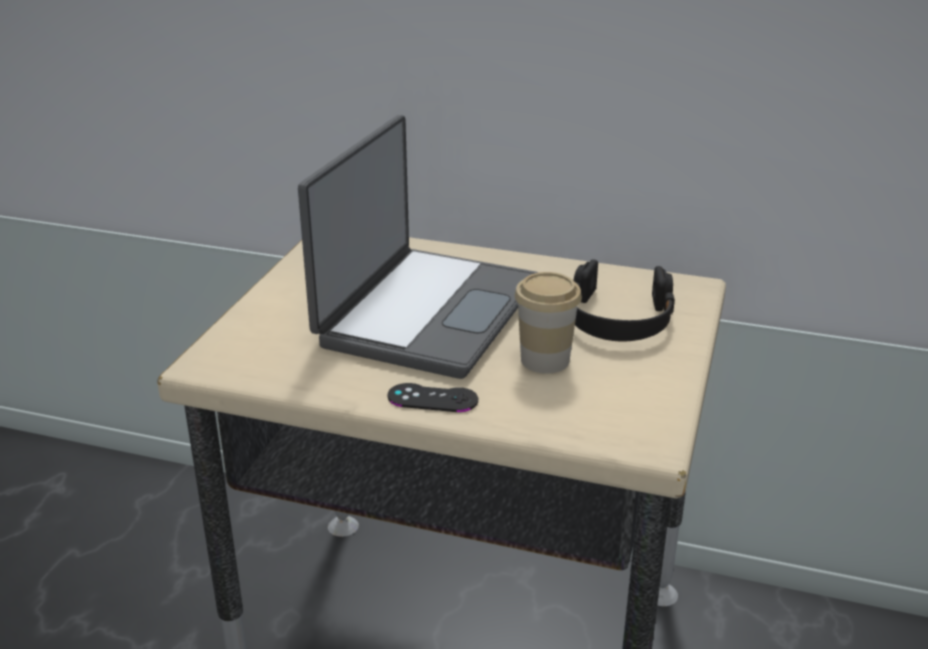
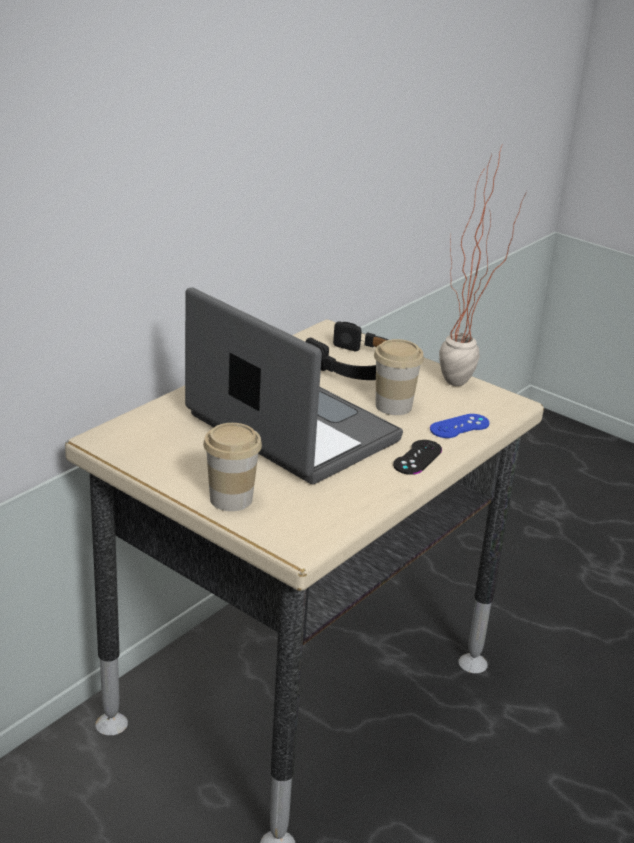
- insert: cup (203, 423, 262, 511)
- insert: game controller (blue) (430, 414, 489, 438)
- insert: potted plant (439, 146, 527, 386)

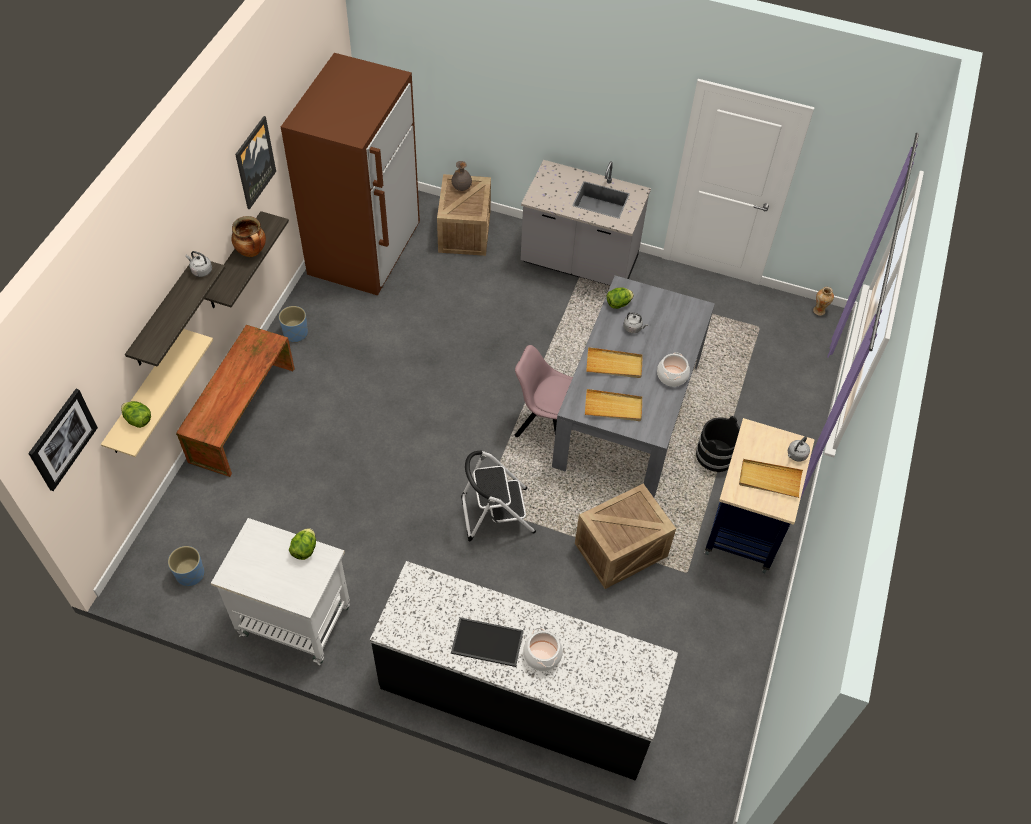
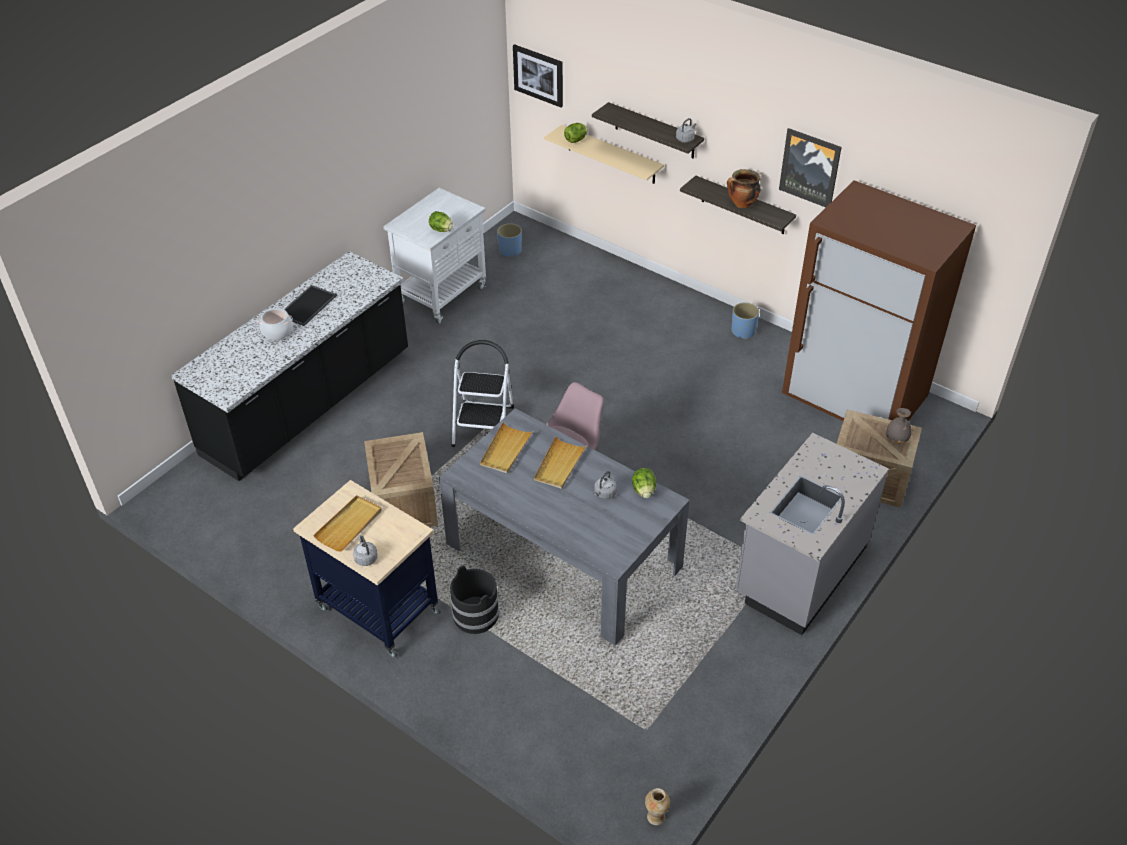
- delete: bench (brown) (176, 325, 295, 477)
- delete: cooking pot (657, 352, 690, 387)

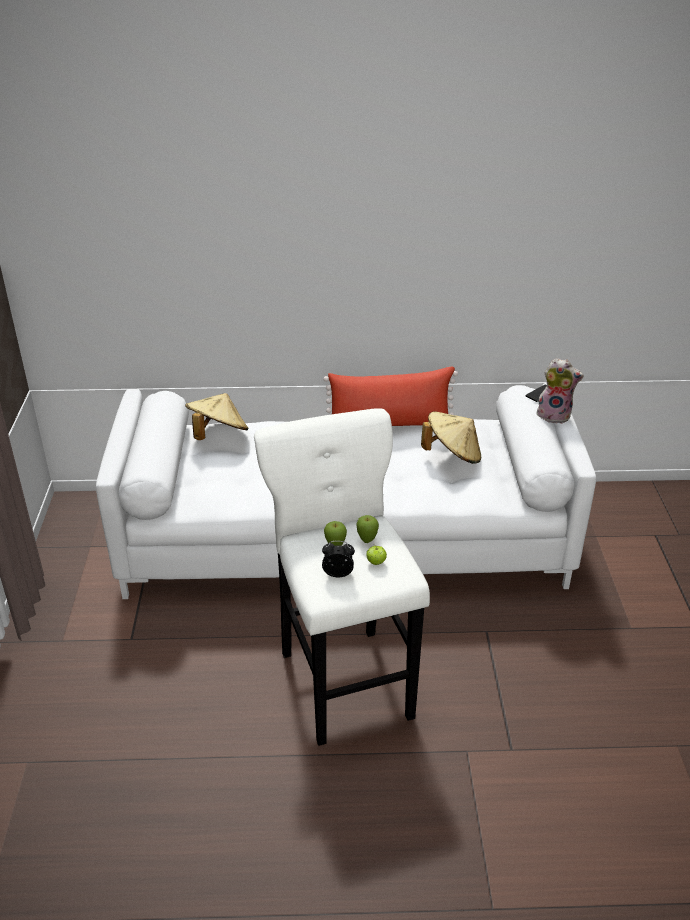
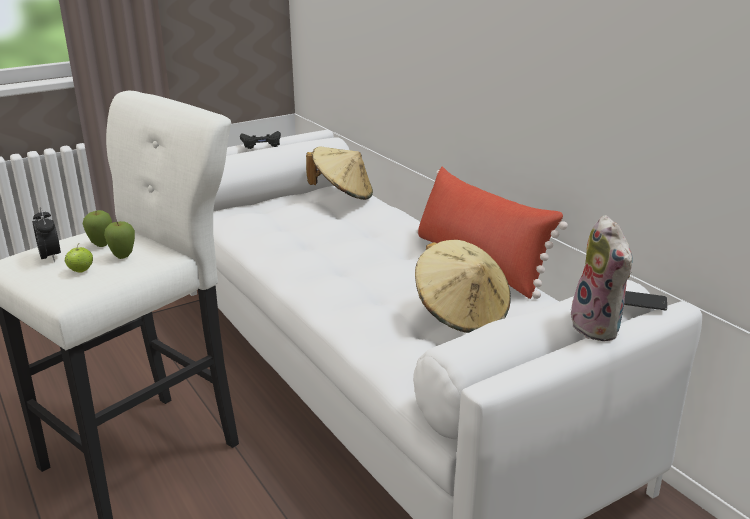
- insert: game controller (black) (240, 131, 281, 149)

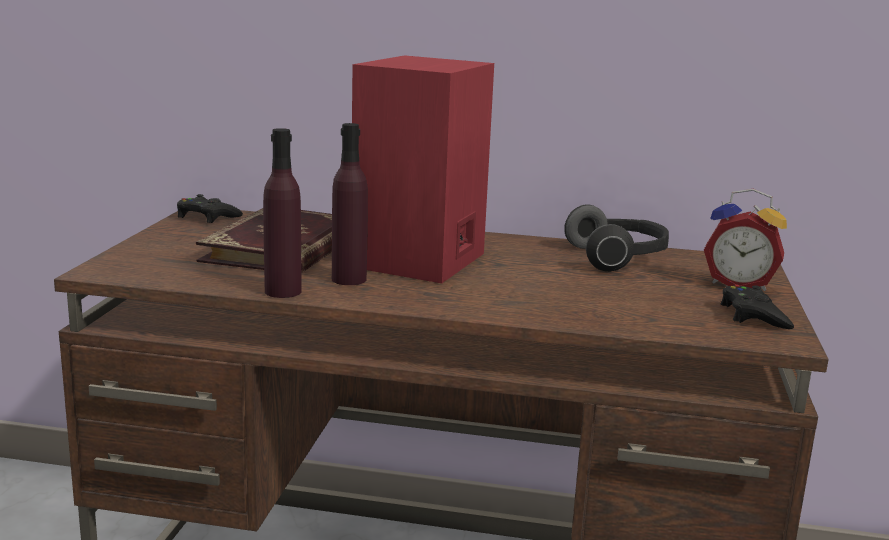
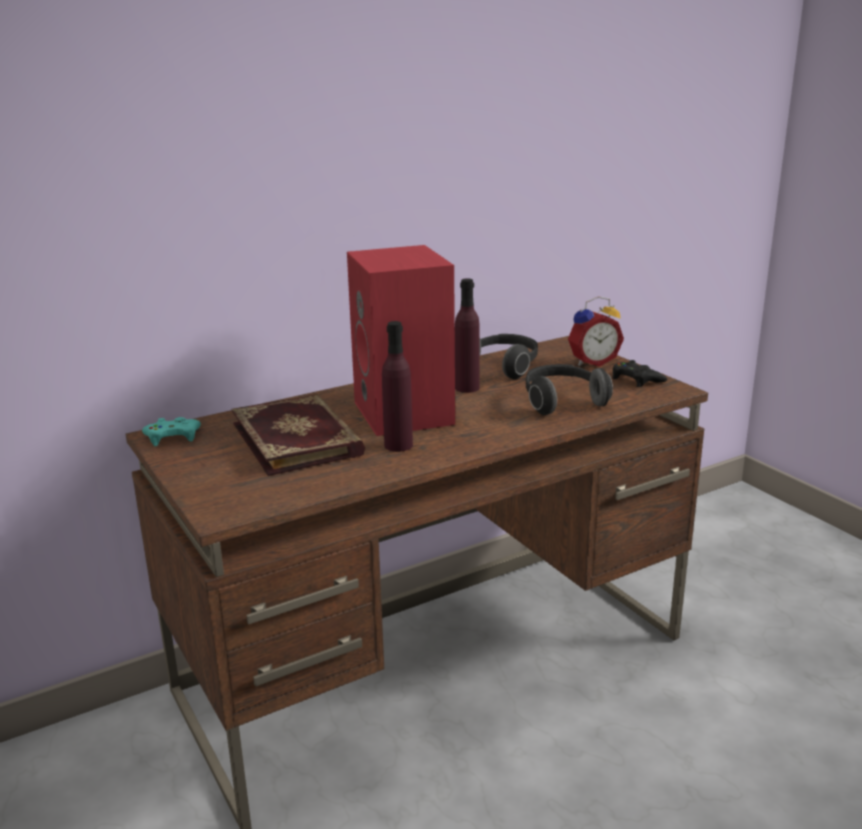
- recolor: game controller (black) (177, 194, 243, 223) to game controller (turquoise) (142, 417, 201, 446)
- move: bottle (purple) (263, 128, 302, 298) to (455, 278, 480, 393)
- insert: headphones (526, 364, 613, 415)

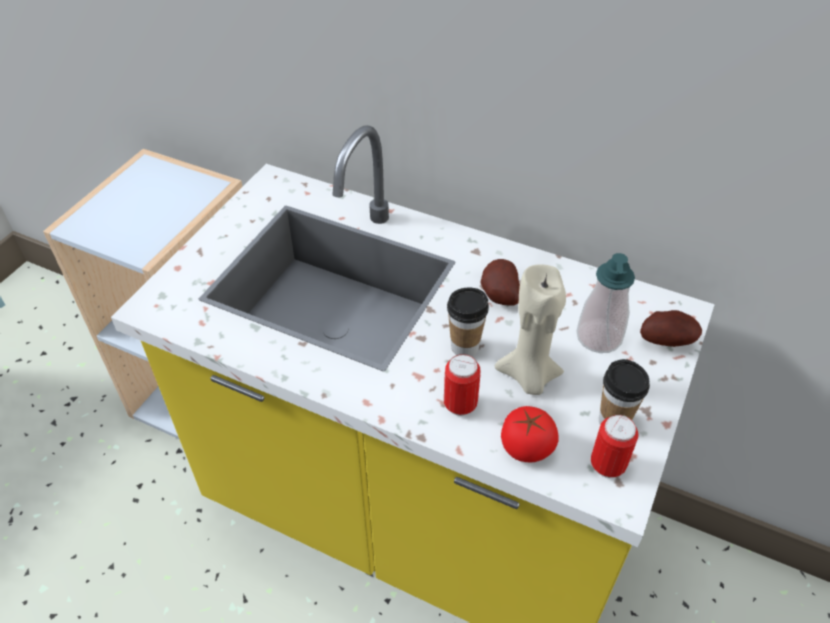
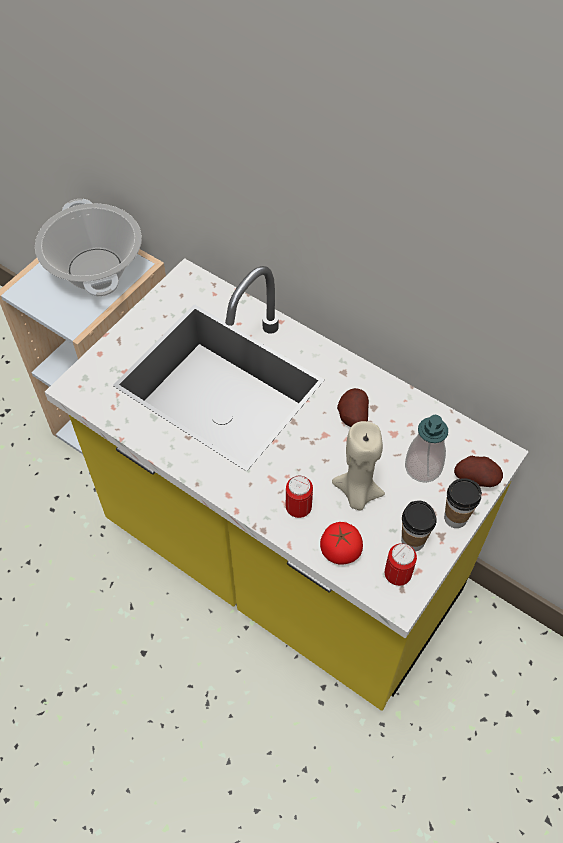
- insert: cooking pot (35, 199, 142, 297)
- move: cup (447, 288, 489, 357) to (444, 478, 482, 528)

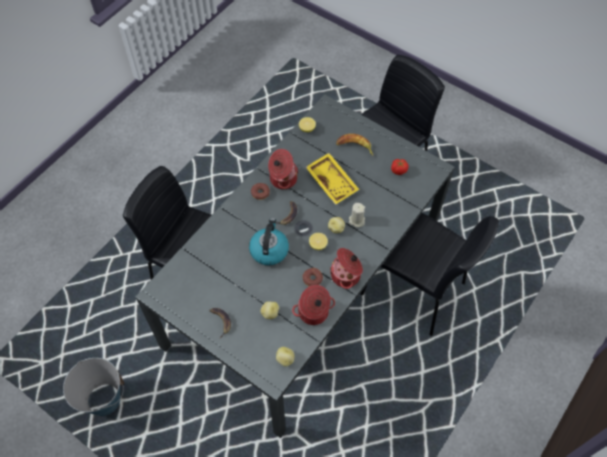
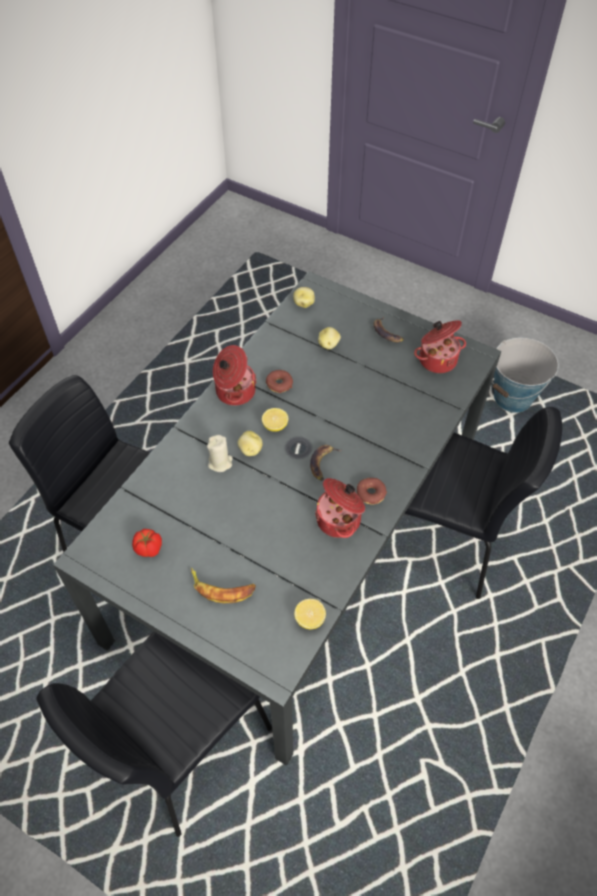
- move: cooking pot (292, 285, 335, 325) to (414, 320, 466, 373)
- delete: kettle (249, 218, 289, 265)
- delete: tray (yellow) (306, 153, 359, 205)

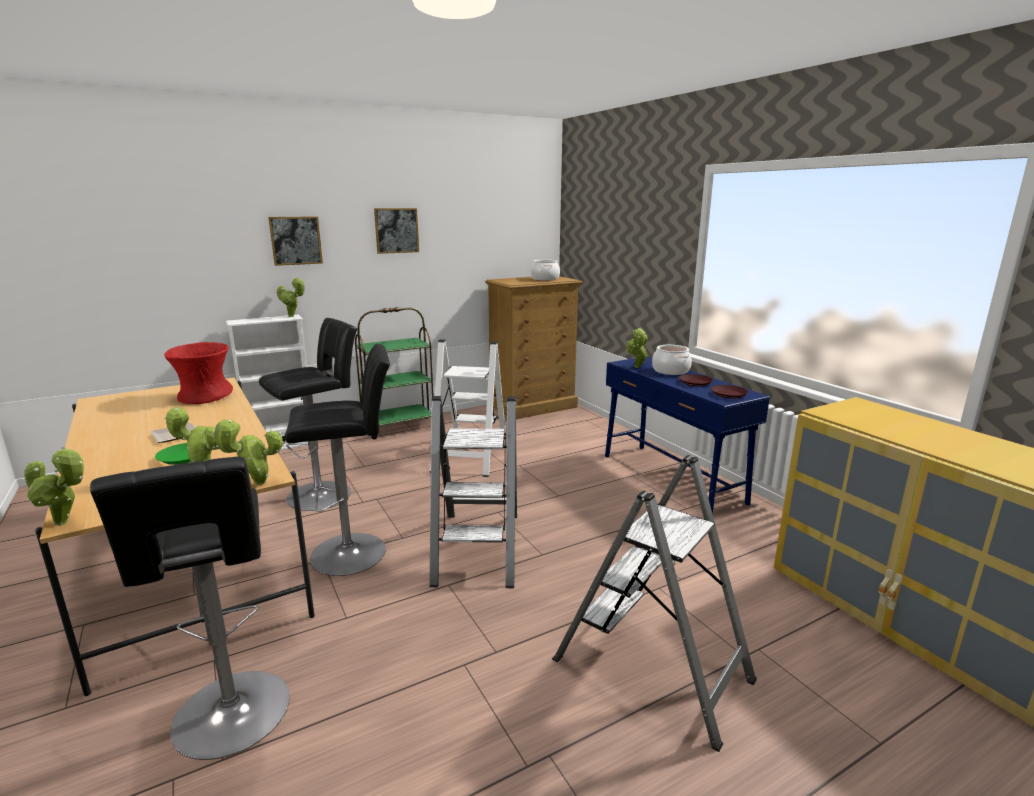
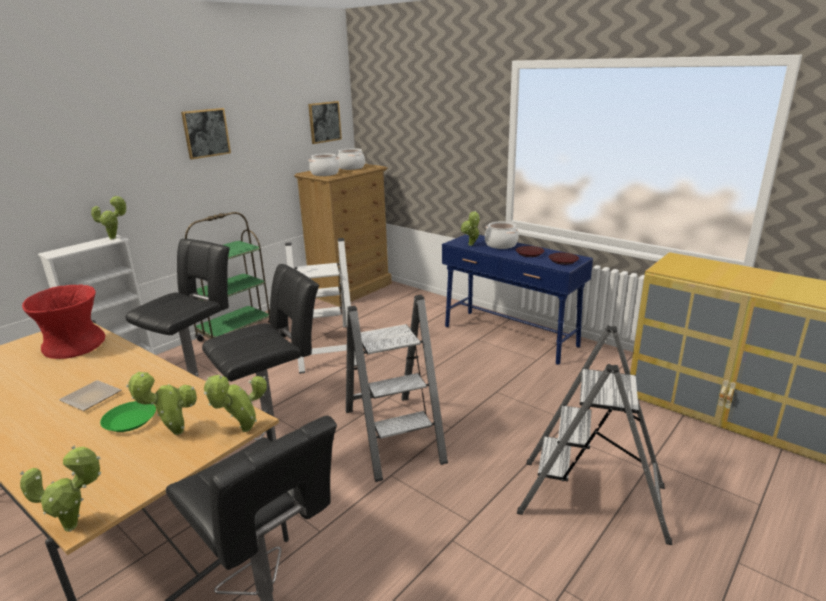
- move: picture (268, 216, 323, 266) to (308, 101, 342, 144)
- insert: cooking pot (308, 154, 340, 176)

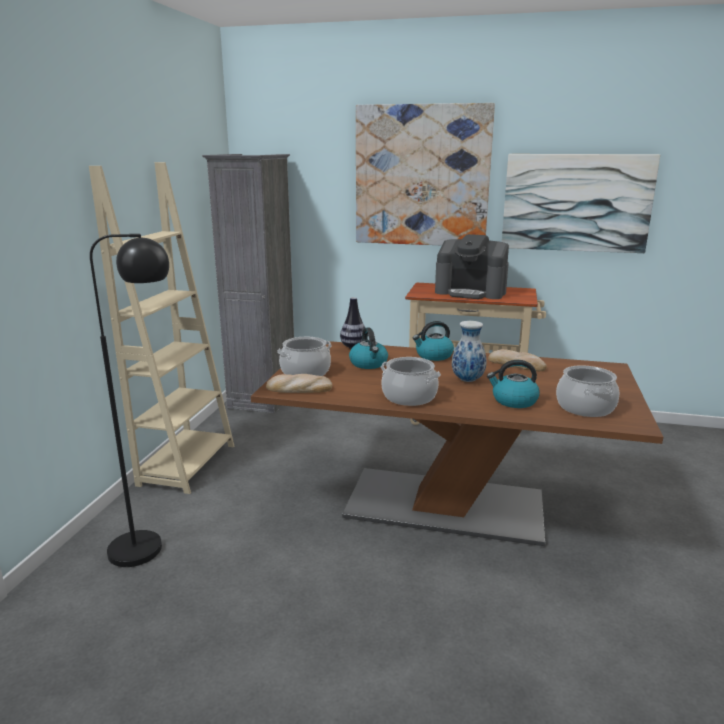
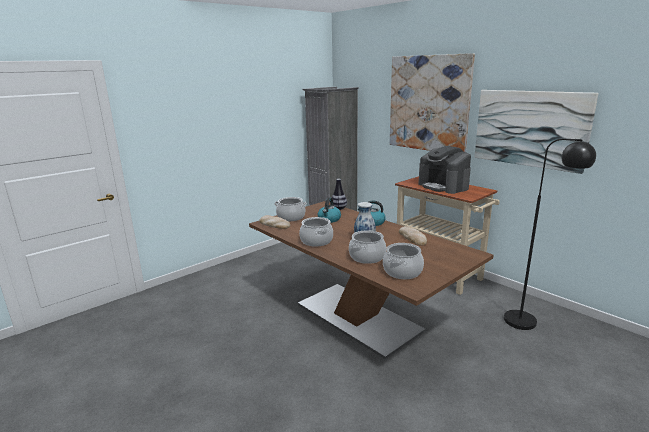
- replace: kettle (487, 360, 540, 408) to cooking pot (349, 230, 386, 264)
- move: floor lamp (black) (90, 234, 169, 567) to (504, 139, 596, 330)
- delete: bookcase (beige) (89, 162, 235, 494)

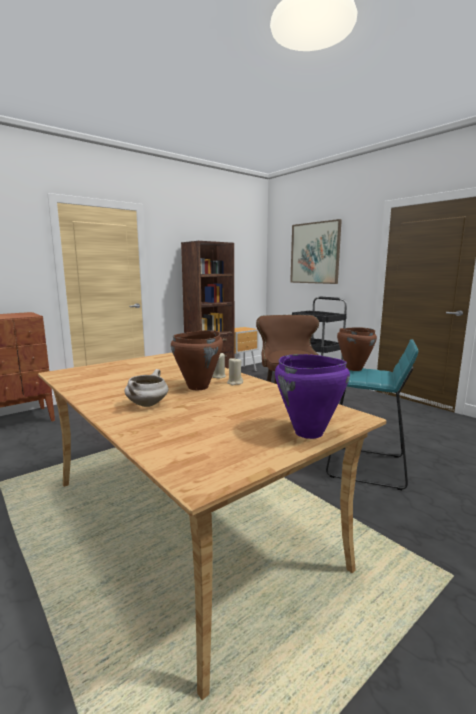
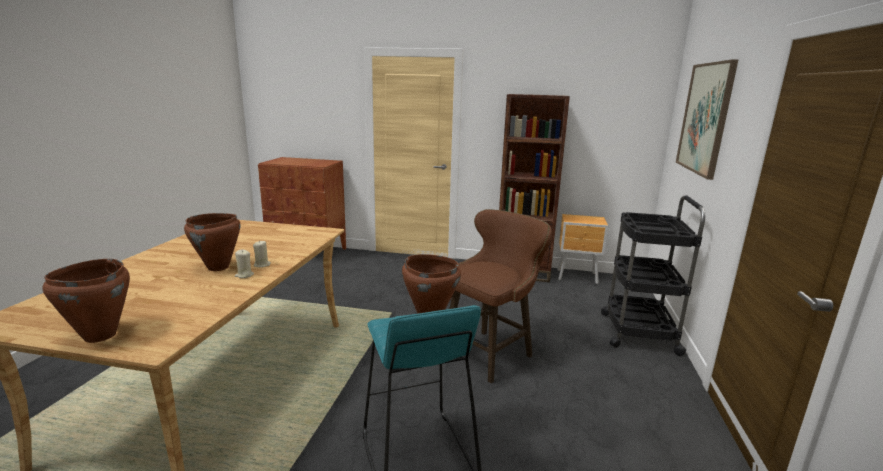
- recolor: cooking pot (purple) (275, 354, 350, 439) to cooking pot (brown) (42, 259, 130, 343)
- delete: cooking pot (white) (124, 369, 168, 407)

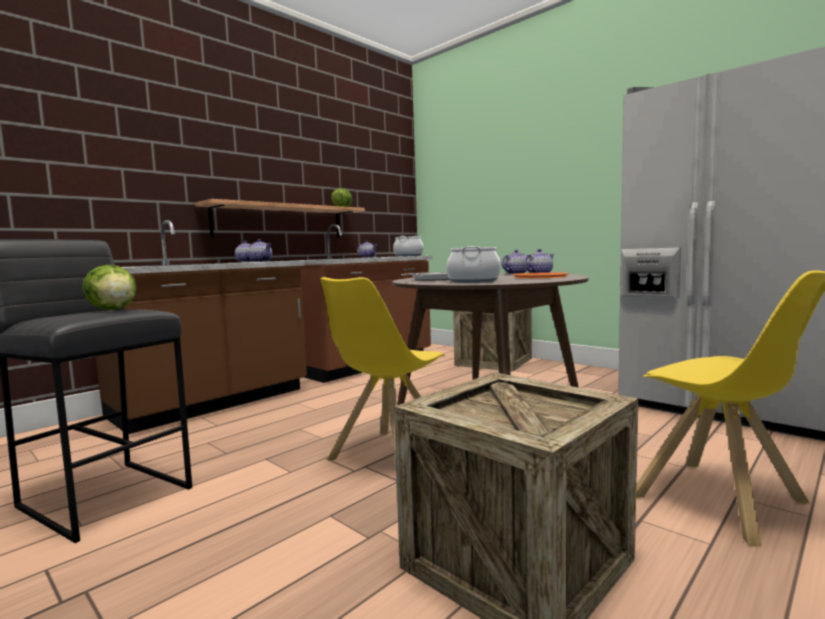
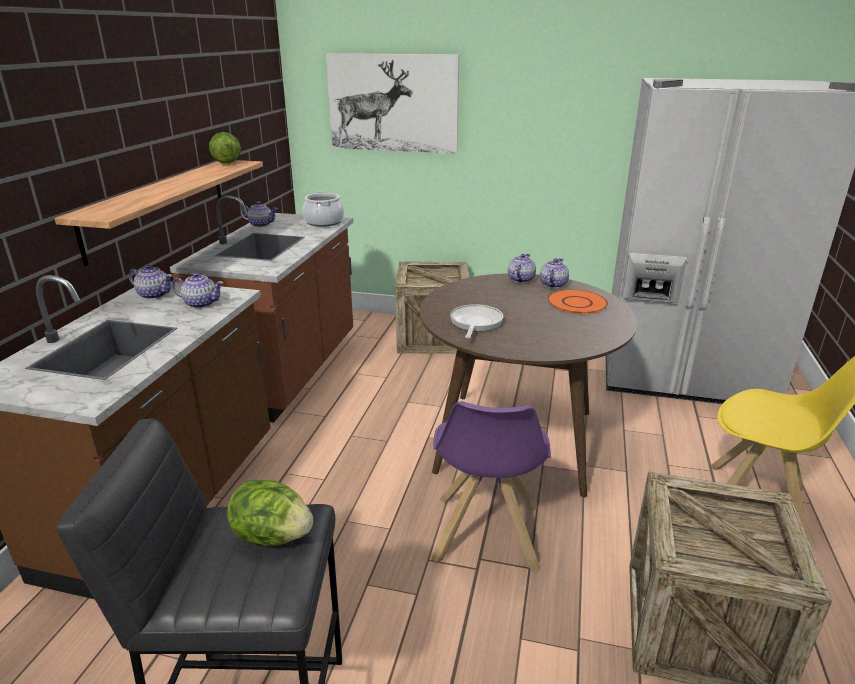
- insert: picture (326, 53, 459, 154)
- recolor: chair (yellow) (321, 277, 445, 466) to chair (purple) (431, 401, 551, 572)
- delete: cooking pot (447, 246, 501, 283)

